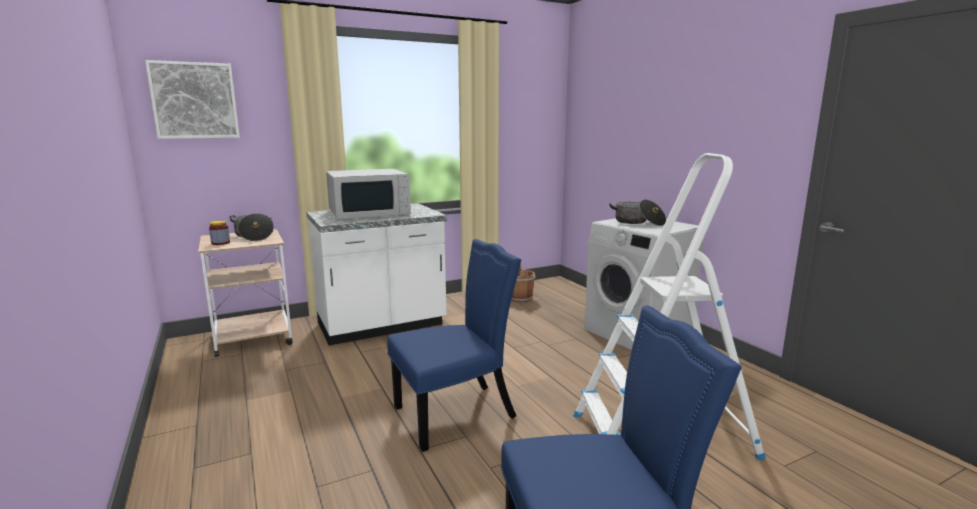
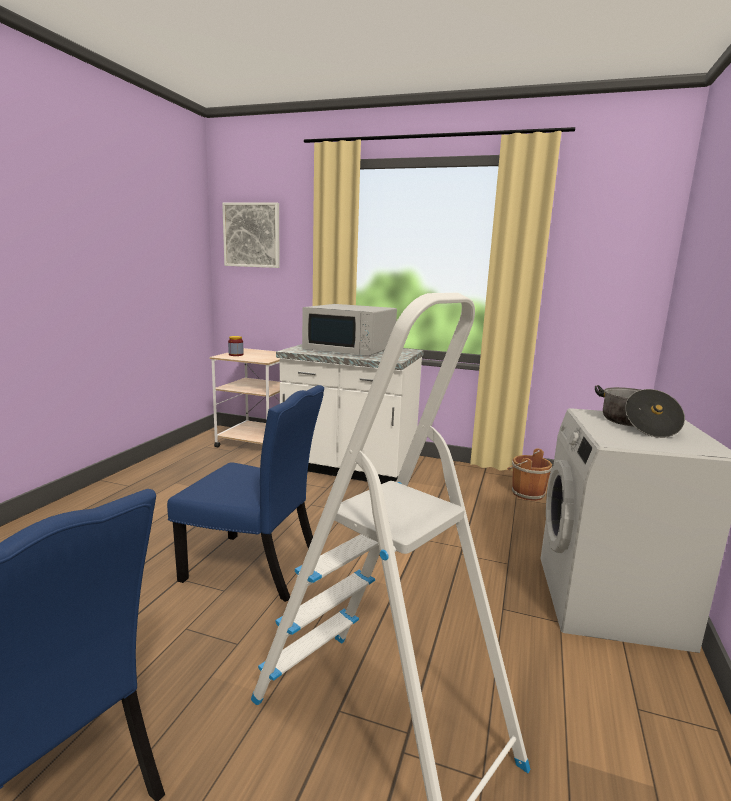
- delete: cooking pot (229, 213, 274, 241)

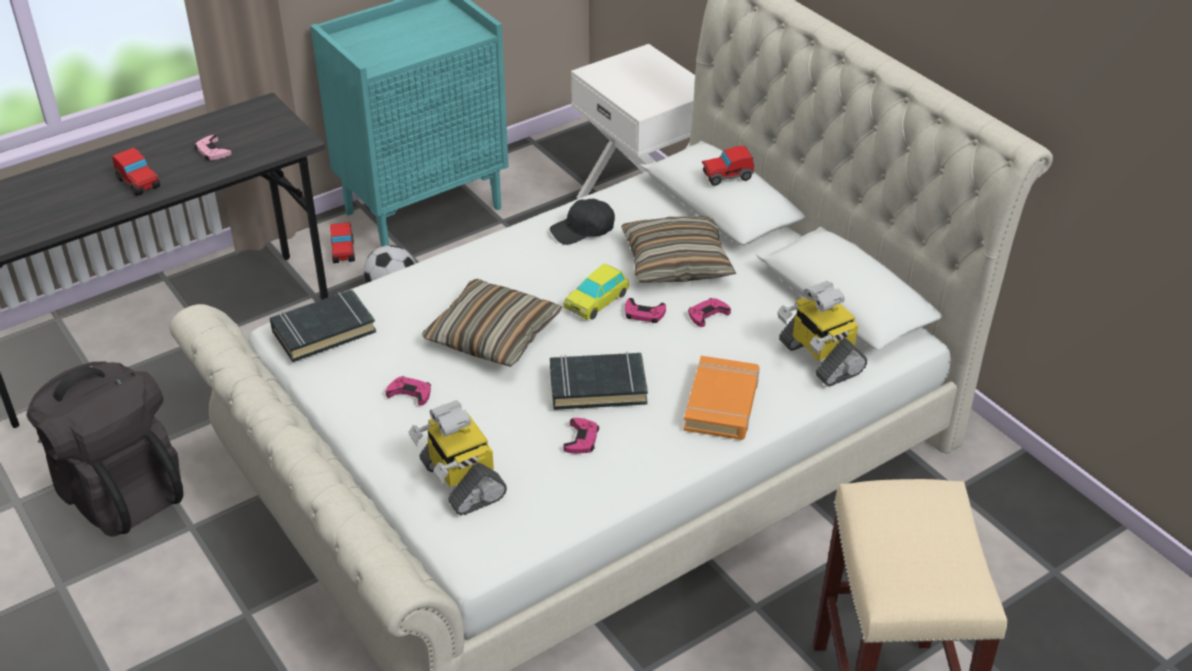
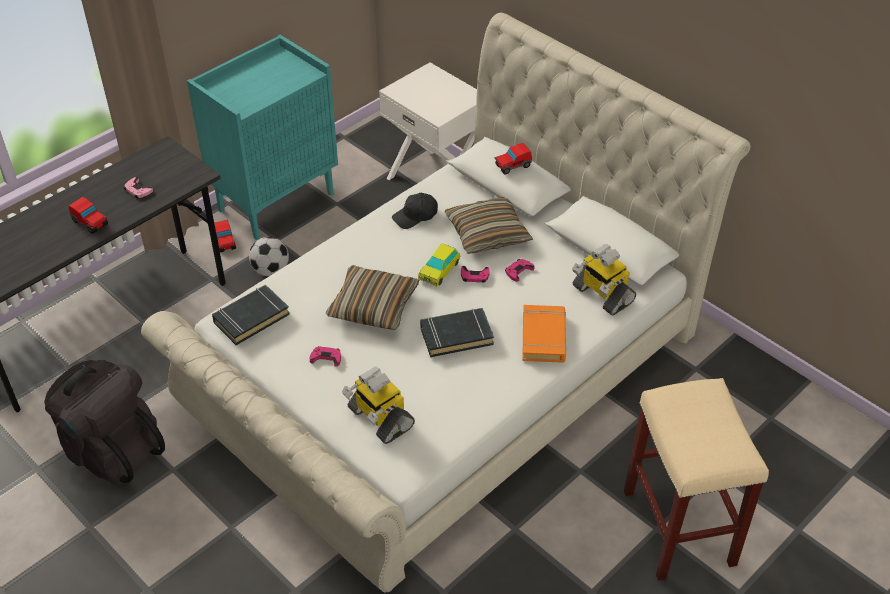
- delete: game controller (pink) (563, 418, 599, 454)

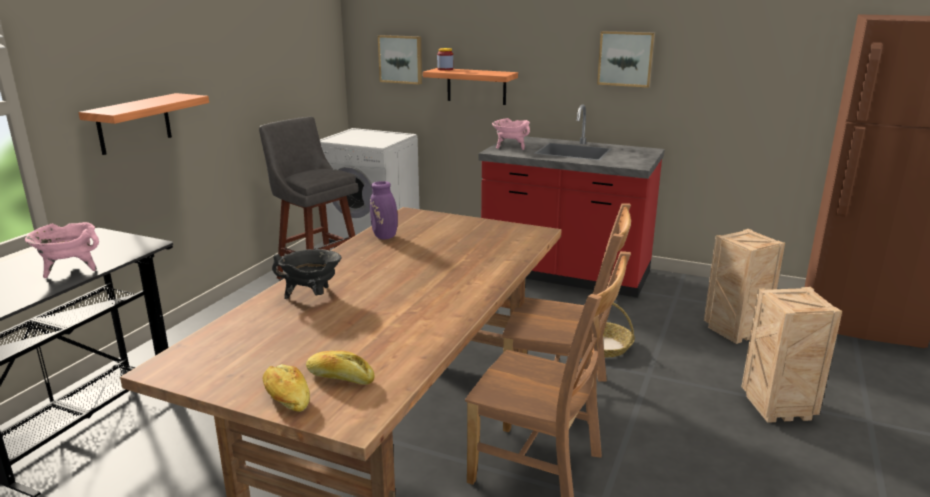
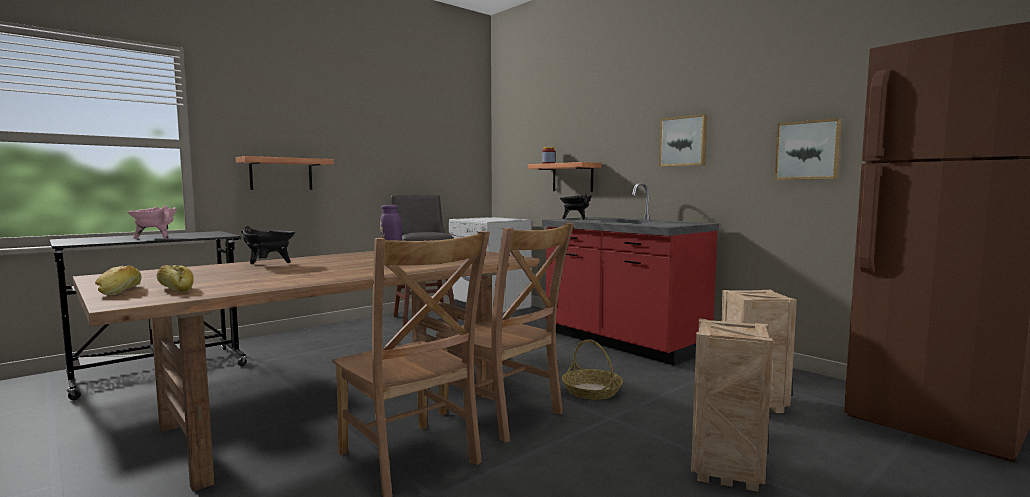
- recolor: cooking pot (pink) (492, 118, 530, 150) to cooking pot (black) (560, 194, 592, 220)
- move: picture (378, 35, 422, 85) to (775, 118, 842, 180)

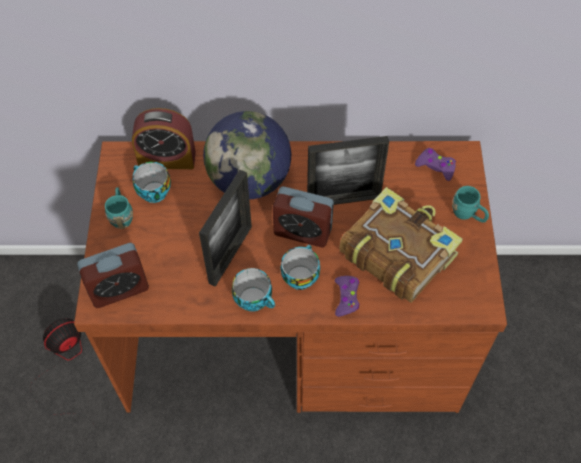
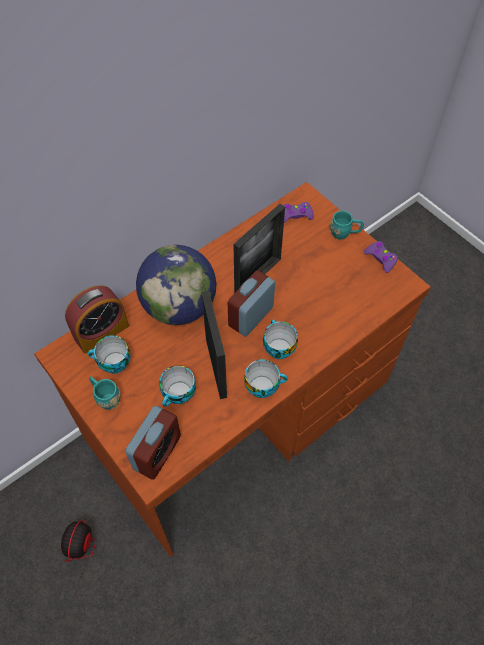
- insert: cup (160, 365, 196, 407)
- rotate: alarm clock (273, 187, 334, 247) = (228, 270, 275, 337) 150 degrees clockwise
- move: game controller (purple) (335, 276, 359, 317) to (364, 241, 398, 273)
- delete: book (340, 187, 463, 303)

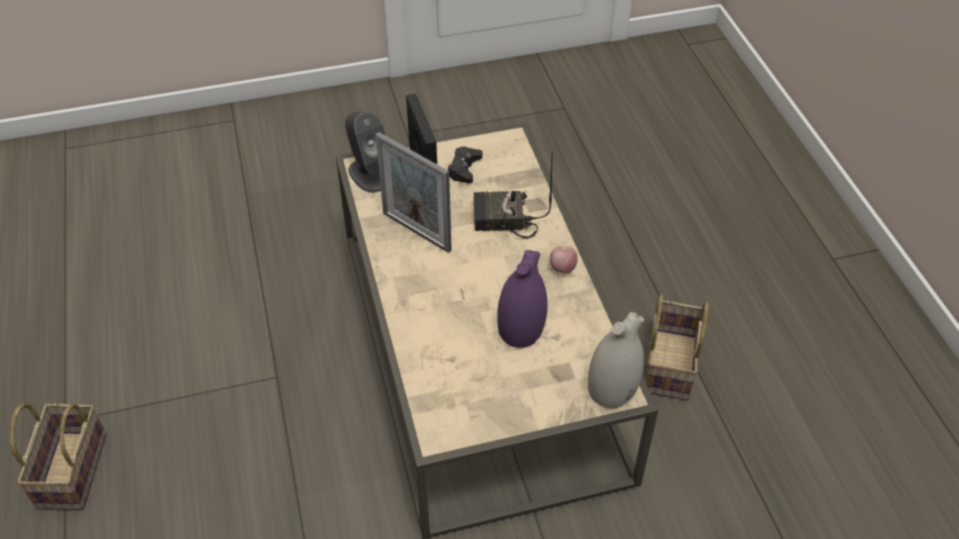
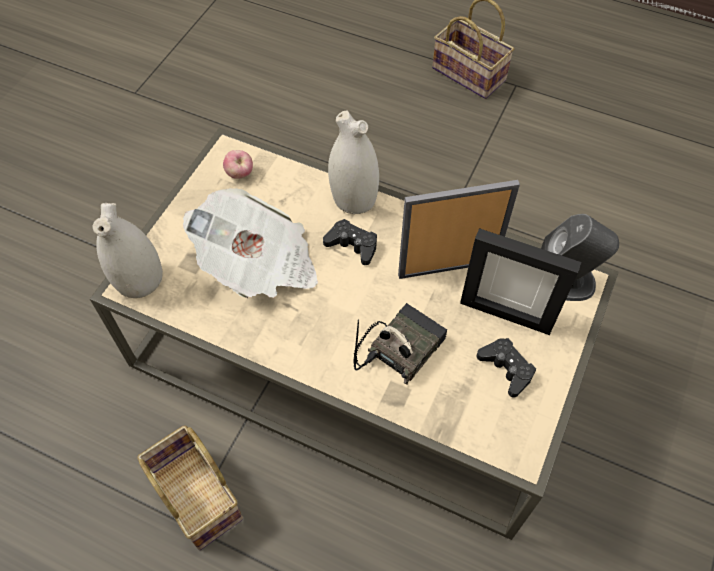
- replace: vase (purple) (497, 250, 548, 348) to newspaper (183, 188, 318, 298)
- move: apple (550, 246, 578, 273) to (223, 150, 253, 179)
- insert: game controller (black) (323, 219, 377, 265)
- insert: vase (white) (328, 111, 379, 214)

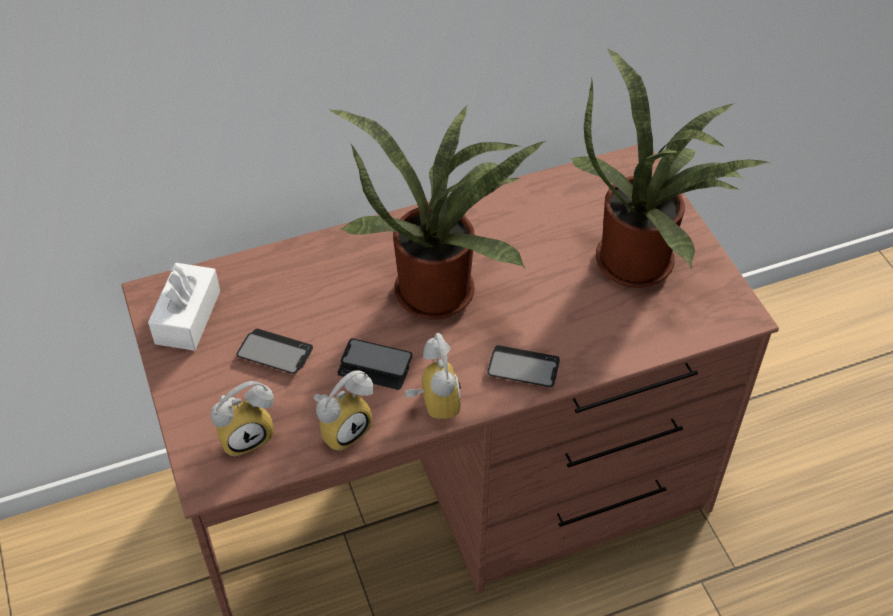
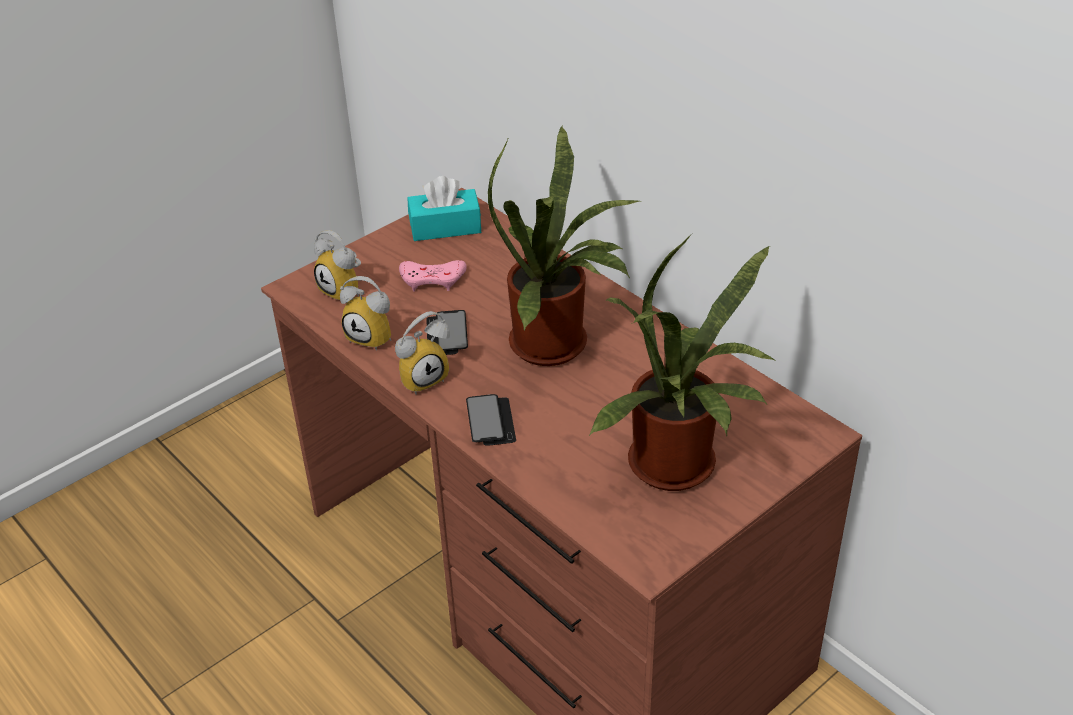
- replace: phone (236, 329, 313, 374) to game controller (pink) (399, 260, 467, 292)
- recolor: tissue box (white) (148, 263, 220, 351) to tissue box (turquoise) (407, 176, 481, 241)

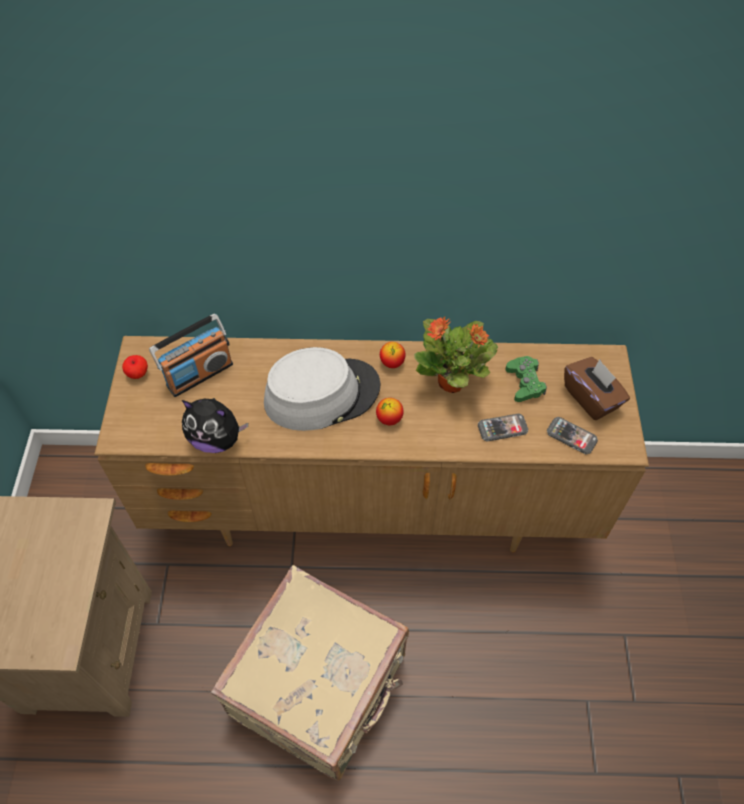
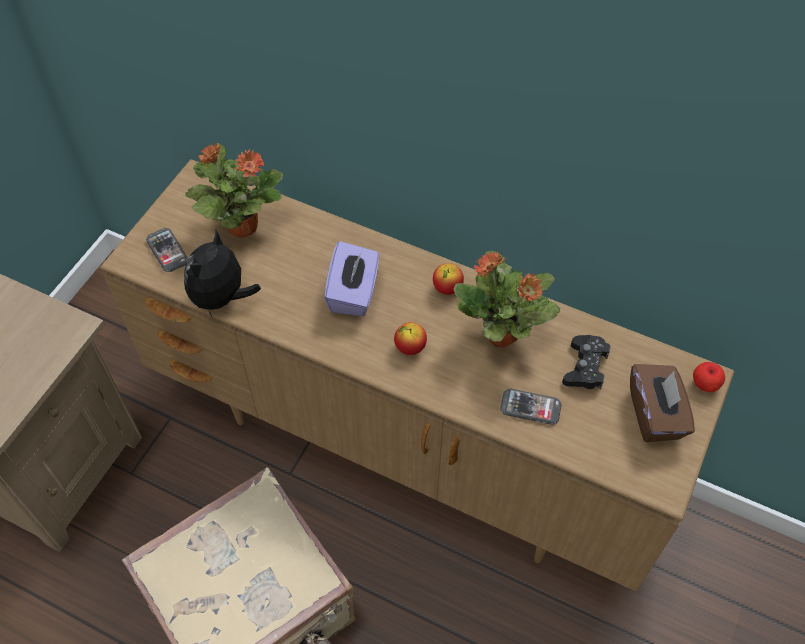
- move: phone (547, 417, 598, 454) to (146, 228, 188, 272)
- rotate: plush toy (182, 398, 248, 453) = (184, 230, 261, 318) 75 degrees clockwise
- replace: radio (149, 313, 233, 397) to potted plant (186, 143, 283, 238)
- replace: hat (grey) (264, 347, 381, 431) to tissue box (purple) (324, 241, 379, 316)
- recolor: game controller (green) (505, 356, 547, 402) to game controller (black) (562, 335, 611, 390)
- move: apple (122, 355, 148, 379) to (693, 362, 725, 392)

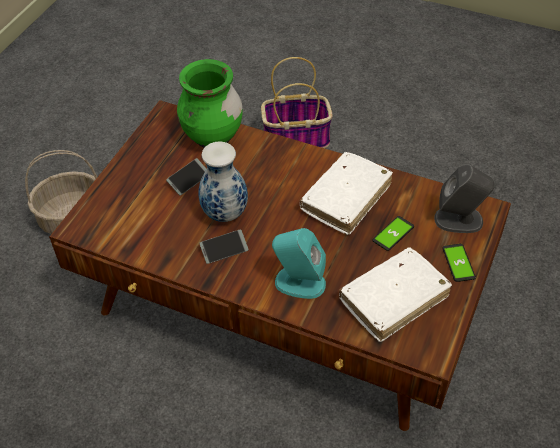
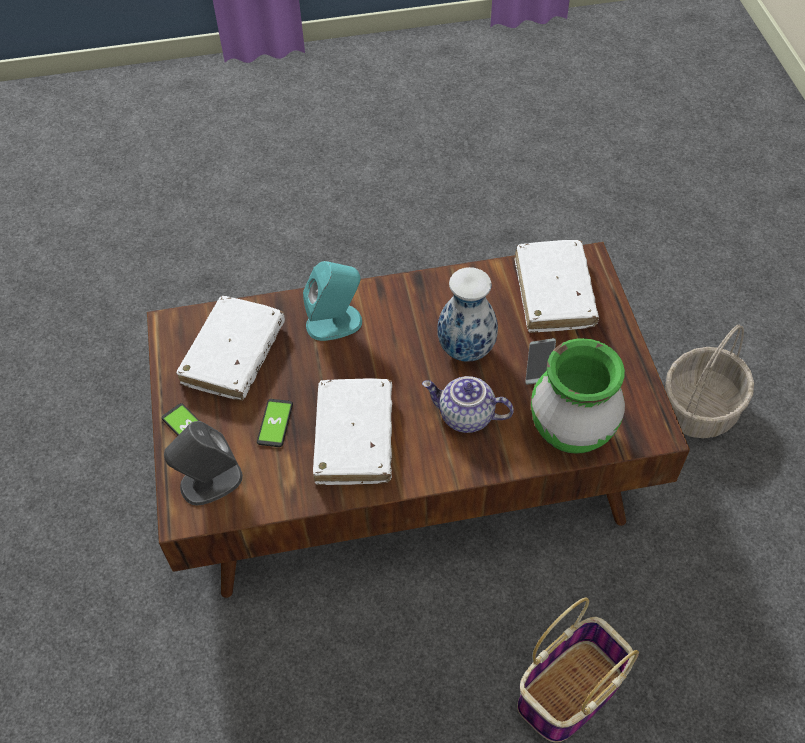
- insert: teapot (422, 376, 514, 433)
- insert: book (white) (515, 240, 599, 333)
- delete: phone (199, 230, 249, 264)

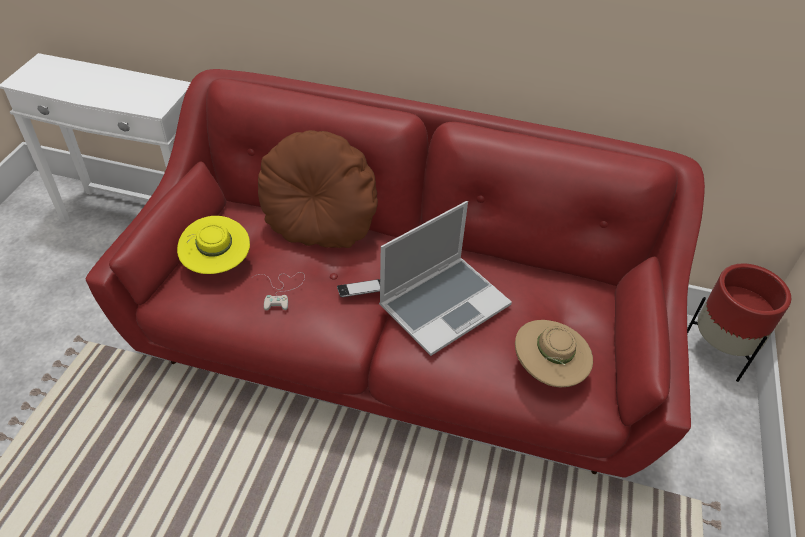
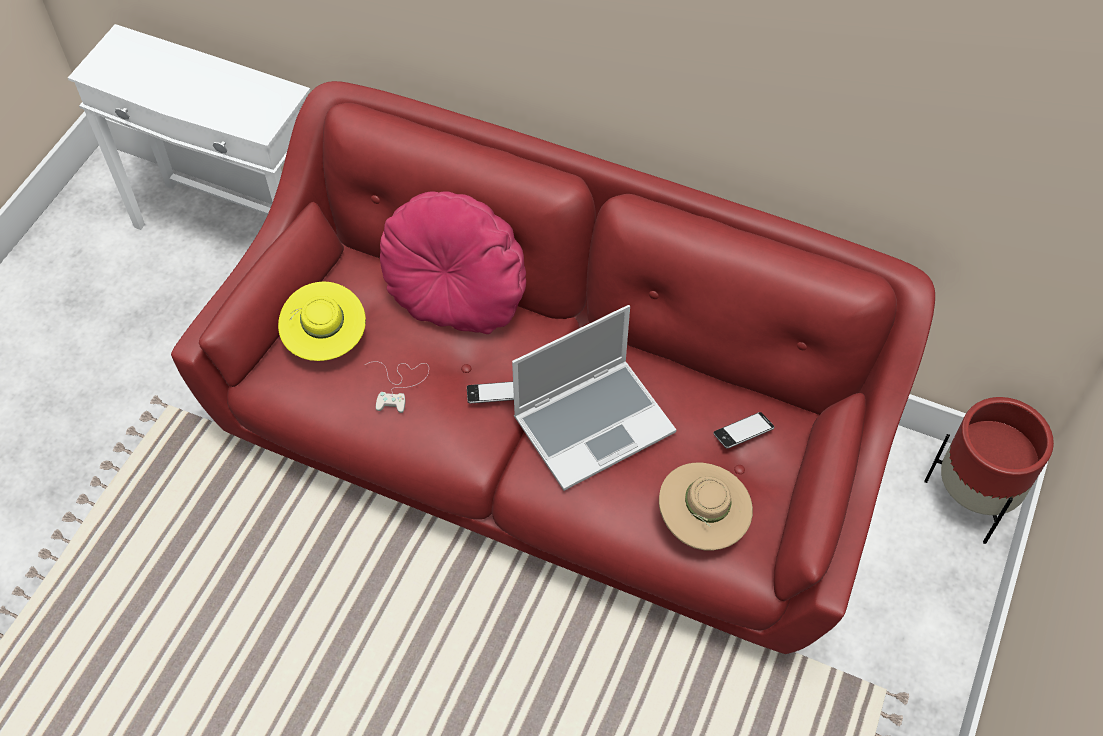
- recolor: pillow (brown) (258, 130, 378, 248) to pillow (pink) (380, 191, 526, 334)
- insert: phone (713, 412, 774, 449)

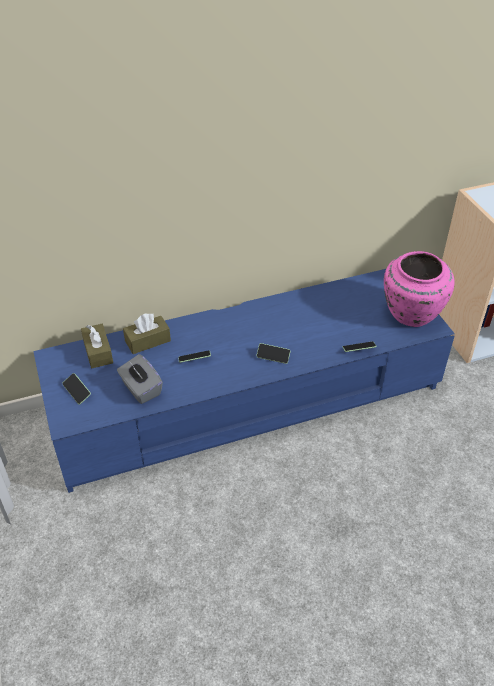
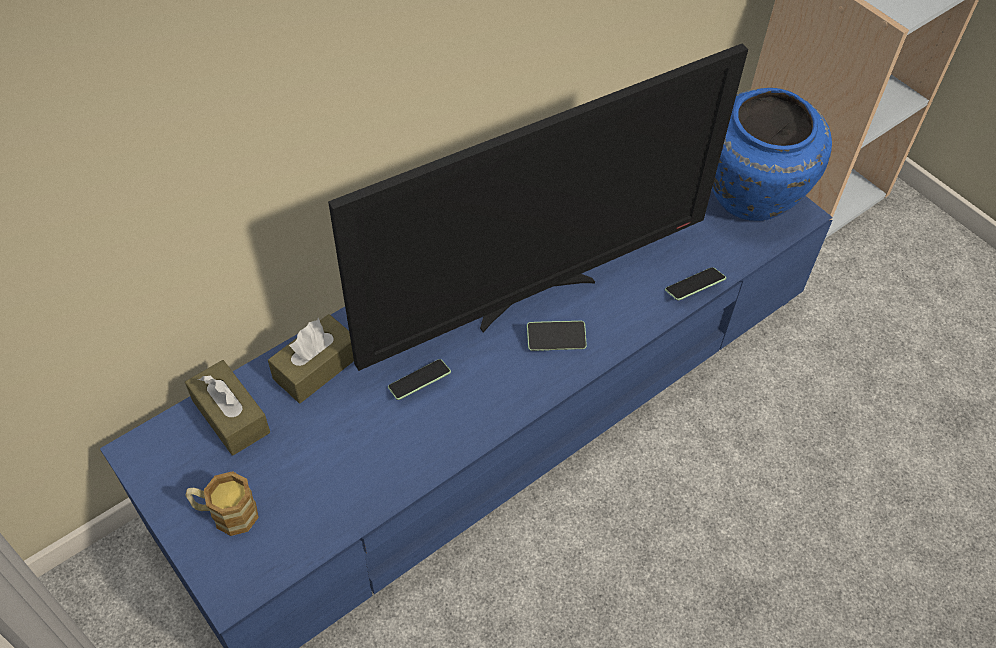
- replace: phone (62, 373, 91, 405) to mug (186, 471, 259, 536)
- insert: television (328, 44, 748, 371)
- recolor: vase (pink) (384, 251, 454, 327) to vase (blue) (712, 88, 832, 221)
- delete: tissue box (grey) (117, 354, 163, 404)

